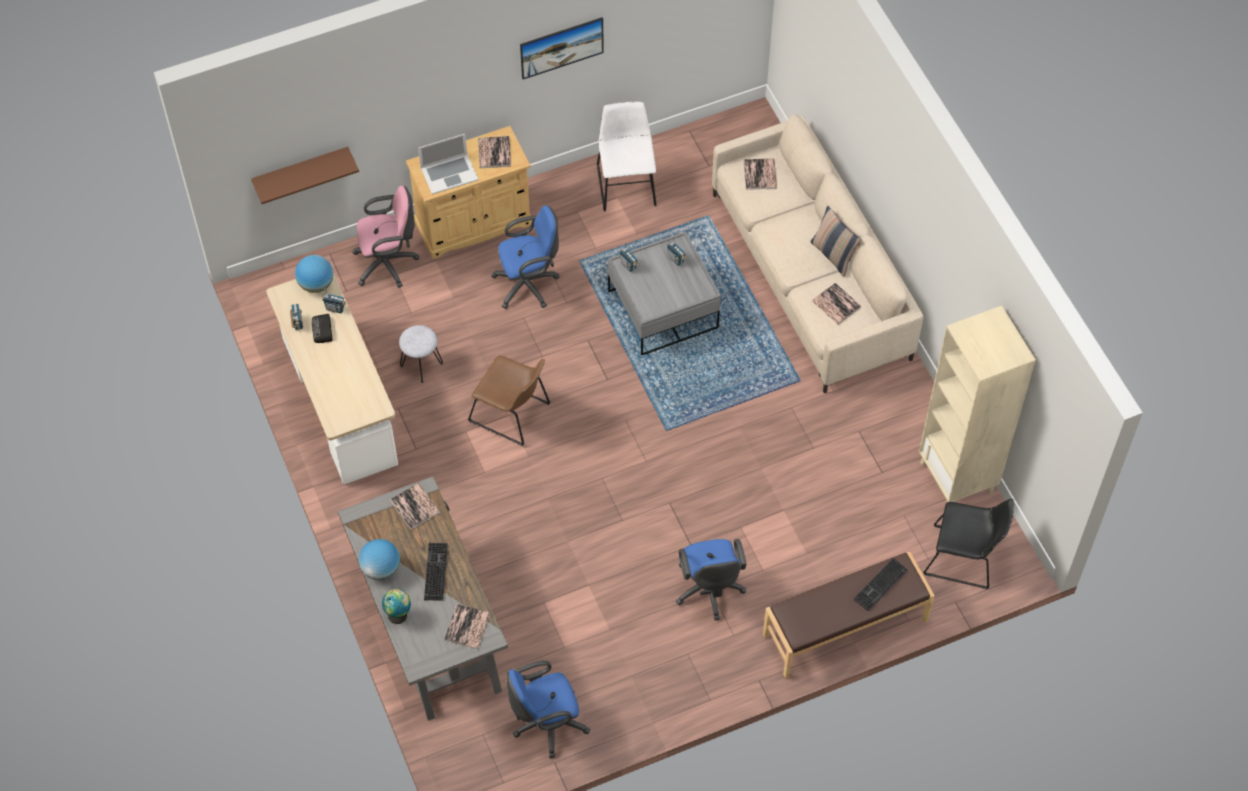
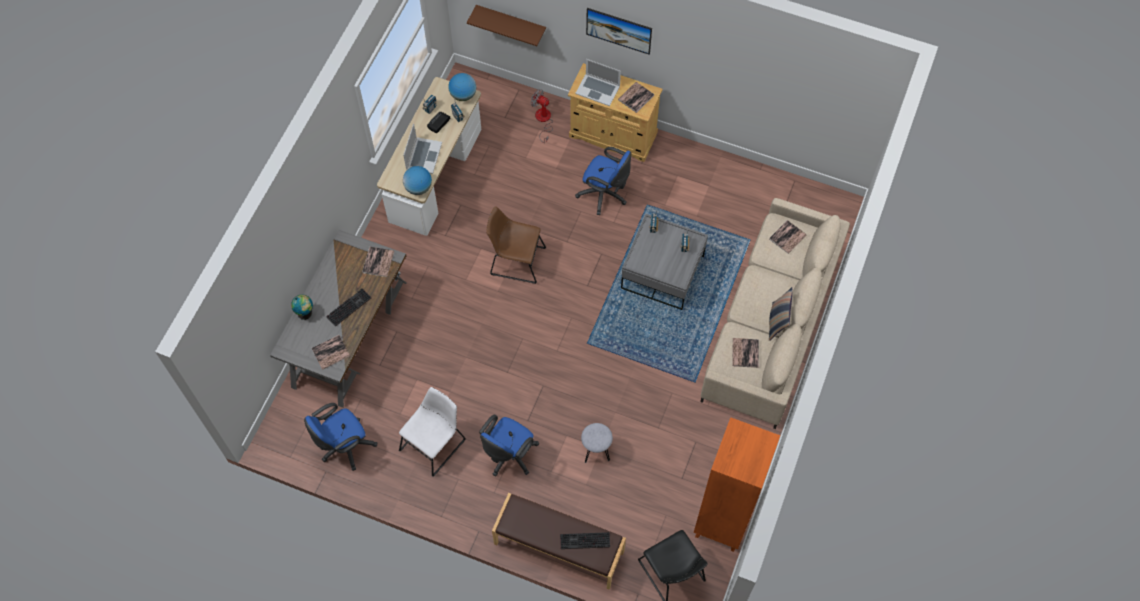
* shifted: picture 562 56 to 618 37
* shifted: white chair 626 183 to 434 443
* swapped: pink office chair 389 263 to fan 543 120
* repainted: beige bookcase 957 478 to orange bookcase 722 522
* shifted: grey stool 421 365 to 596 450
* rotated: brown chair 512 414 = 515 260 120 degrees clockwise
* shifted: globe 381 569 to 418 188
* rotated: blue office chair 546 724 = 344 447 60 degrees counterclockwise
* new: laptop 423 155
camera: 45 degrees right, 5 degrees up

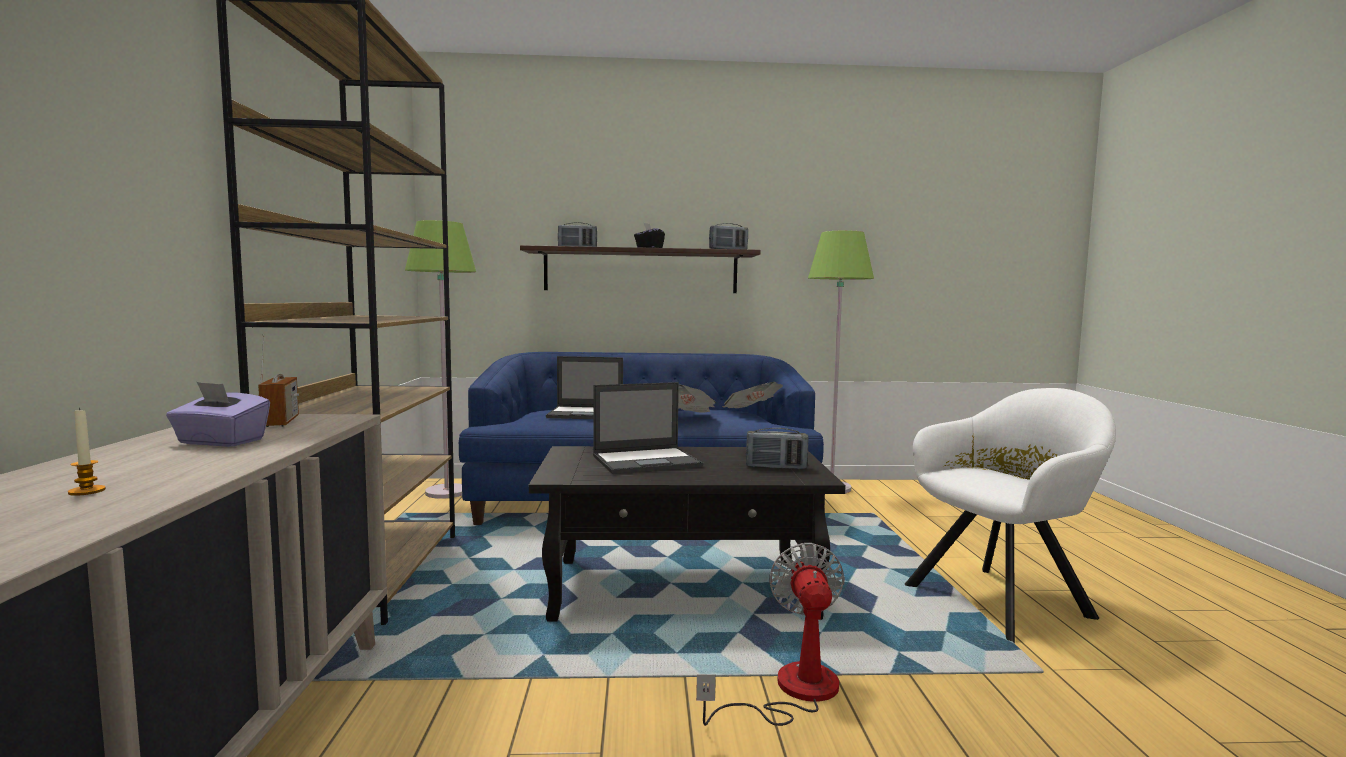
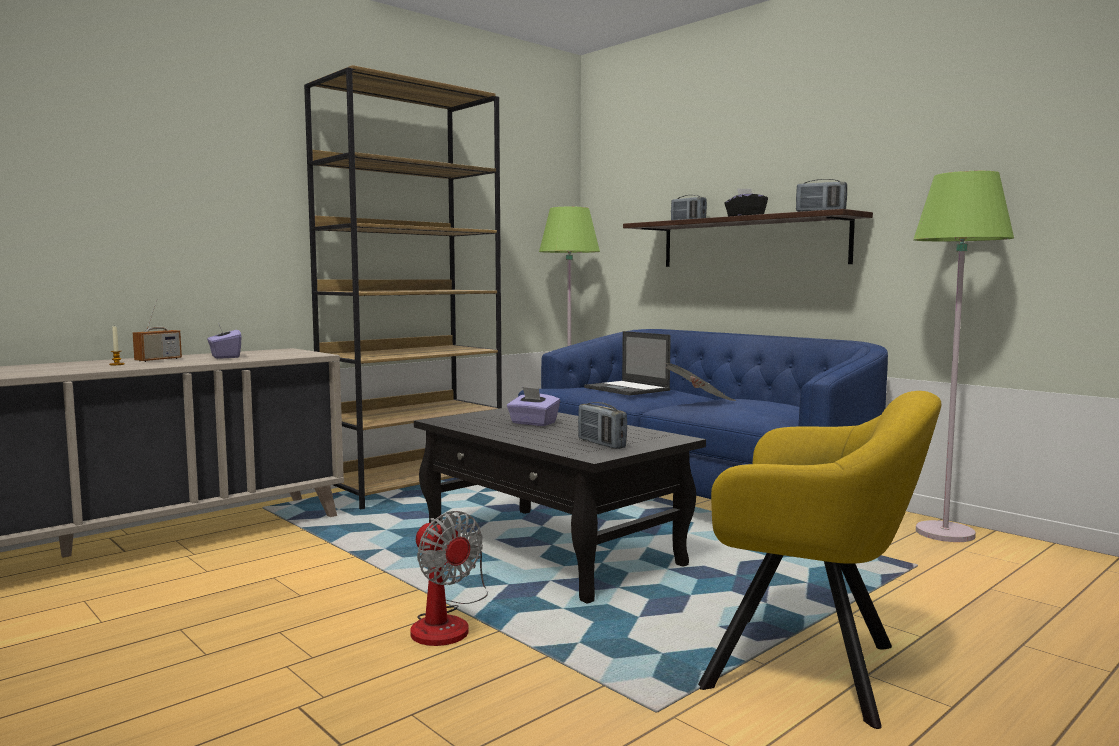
* shifted: radio 280 422 to 158 360
* swapped: laptop 647 461 to purple tissue box 533 423
* gone: newspaper 751 412
* repainted: white armchair 1004 599 to yellow armchair 814 669
* rotated: fan 791 692 = 447 623 90 degrees clockwise
camera: 50 degrees right, 0 degrees up

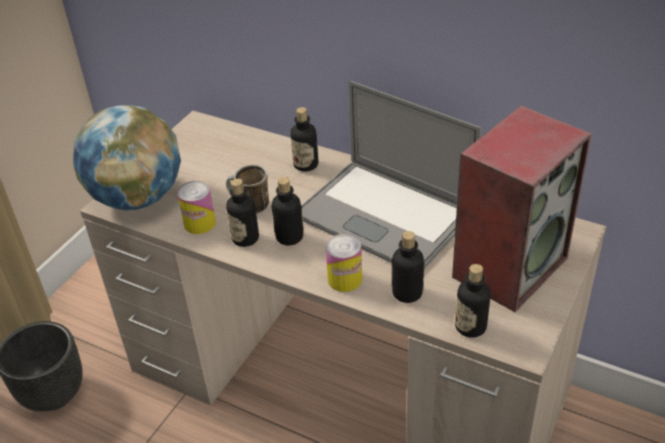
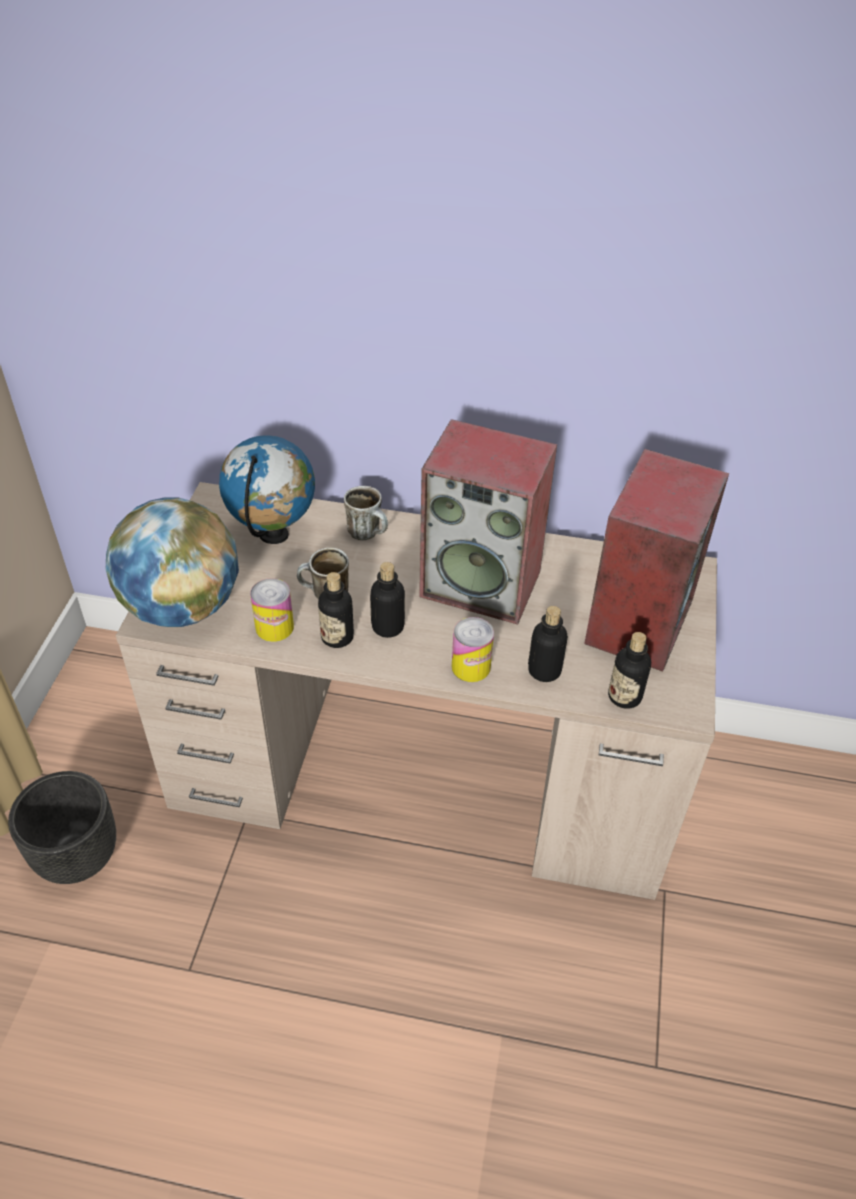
* swapped: laptop 383 215 to speaker 482 583
* swapped: bottle 306 164 to mug 369 534
* new: globe 274 535
camera: 20 degrees left, 5 degrees up

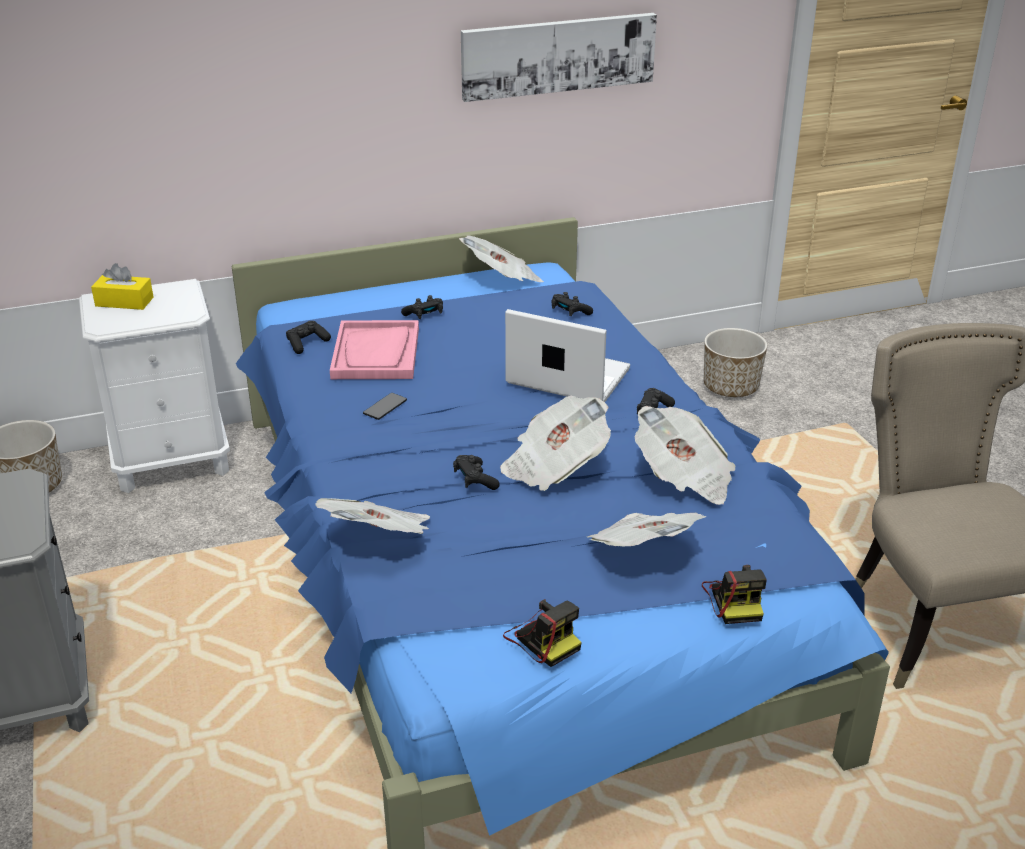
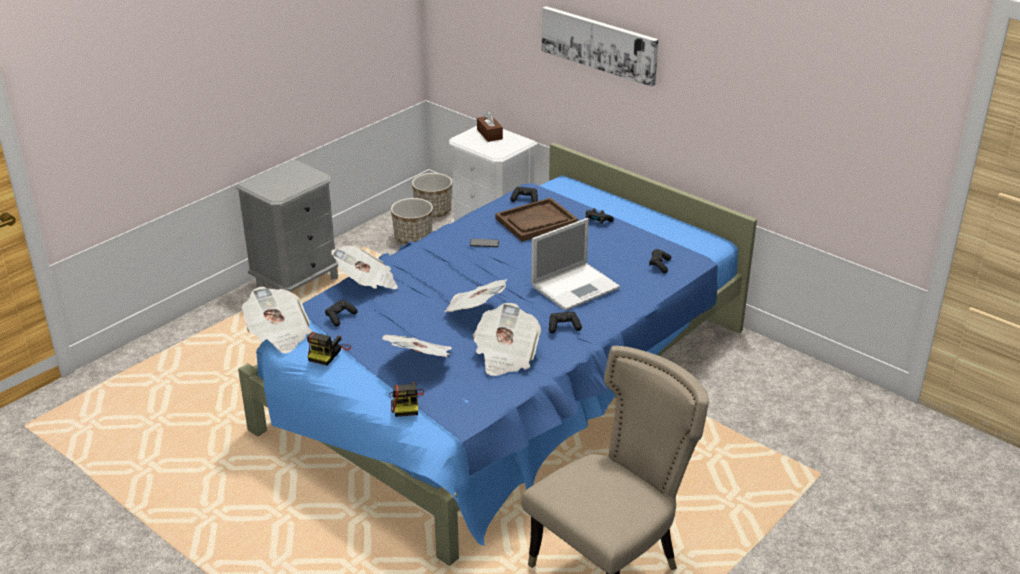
* shifted: picture 558 55 to 599 44
* shifted: newspaper 502 279 to 279 334
* repainted: yellow tissue box 124 302 to brown tissue box 489 134
* rotated: laptop 565 376 = 576 286 60 degrees clockwise
* repainted: pink tray 376 353 to brown tray 536 222
* shifted: planter 730 387 to 413 238
* shifted: black game controller 475 480 to 340 317
* rotated: photo camera 734 600 = 406 403 60 degrees counterclockwise
camera: 60 degrees right, 0 degrees up

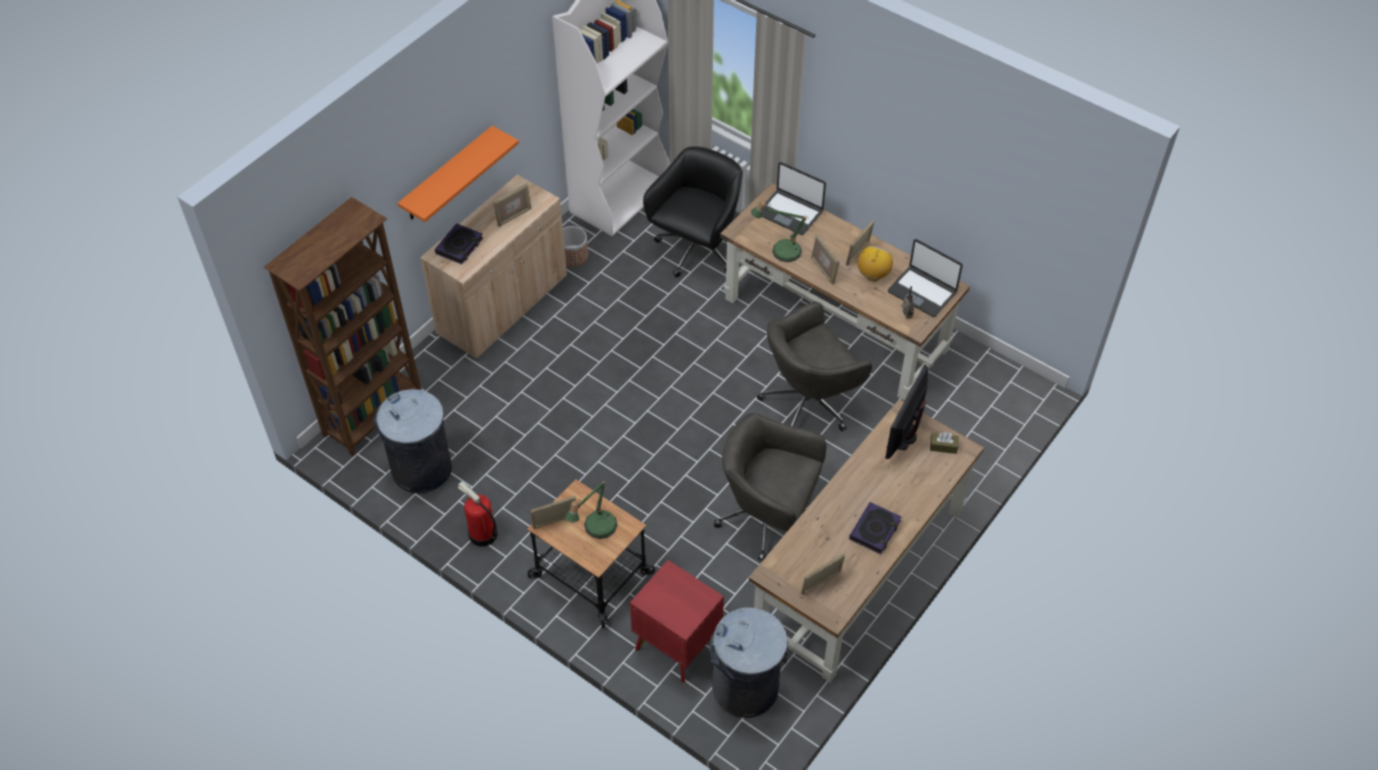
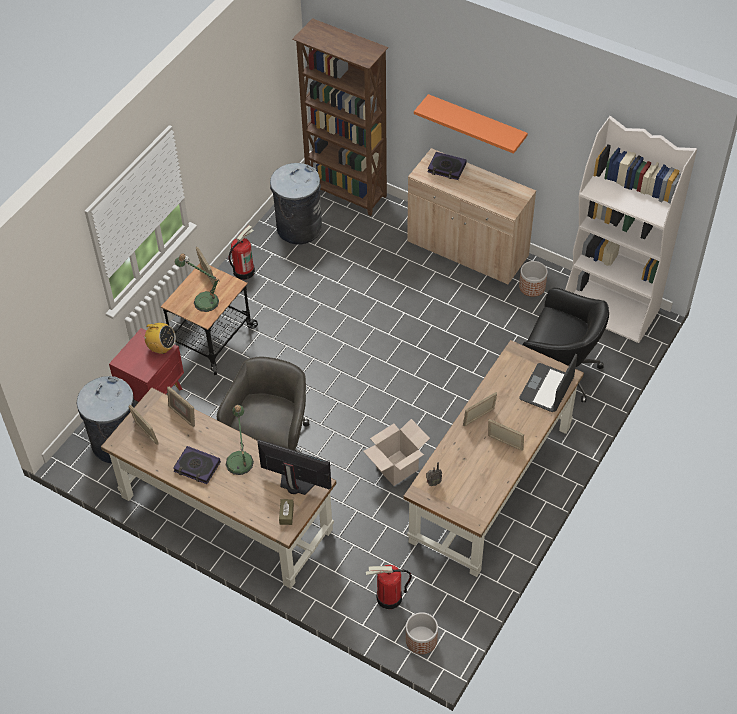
* shifted: picture frame 513 216 to 182 415
* shifted: table lamp 781 250 to 240 458
* gone: laptop 922 292
* shifted: radio 873 275 to 161 348
* swapped: grey office chair 809 402 to cardboard box 396 468
* new: fire extinguisher 389 598
* new: planter 421 640
camera: 85 degrees right, 0 degrees up

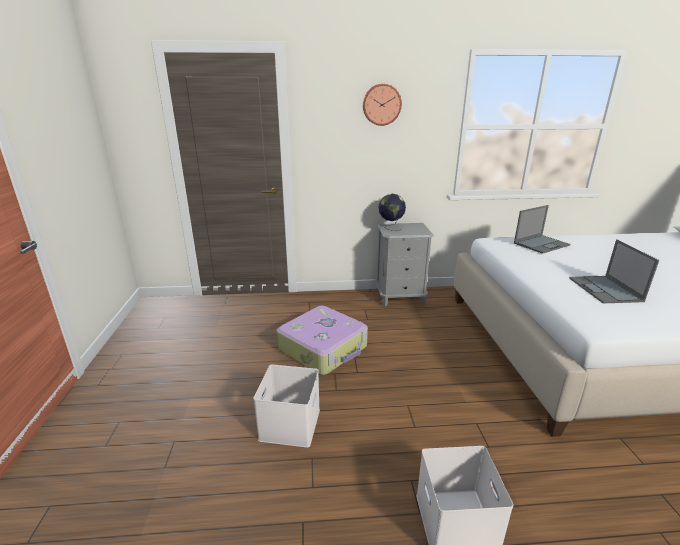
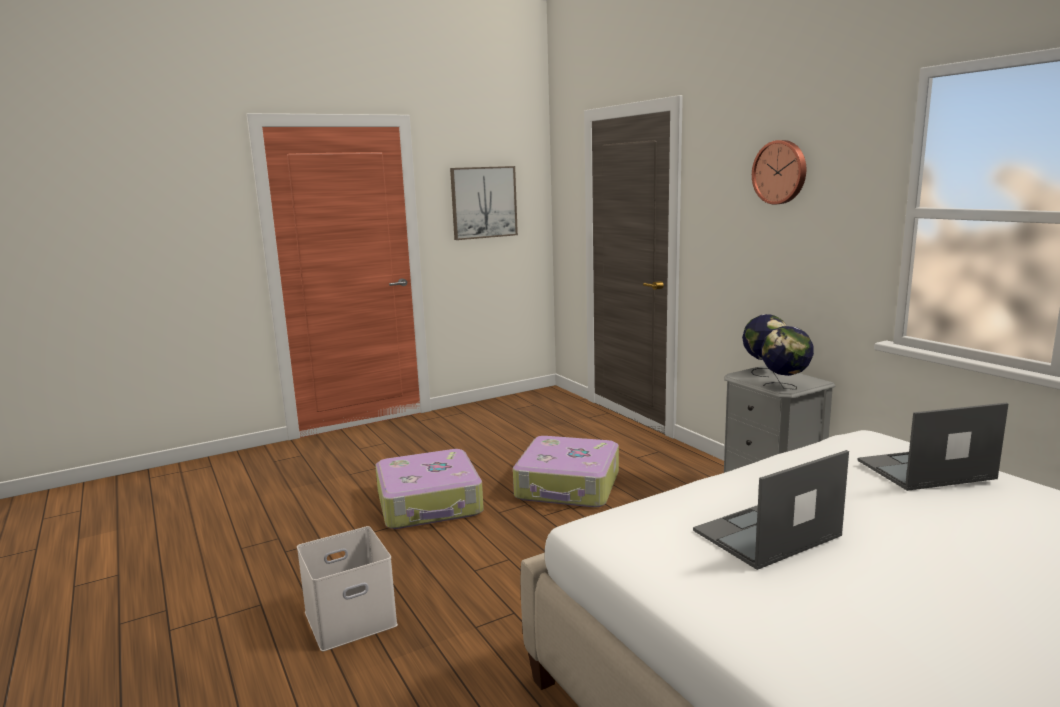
* rotated: laptop 541 244 = 924 470 135 degrees clockwise
* swapped: white storage box 289 423 to suitcase 430 503
* new: picture 483 202
* new: globe 785 387
camera: 65 degrees right, 10 degrees down

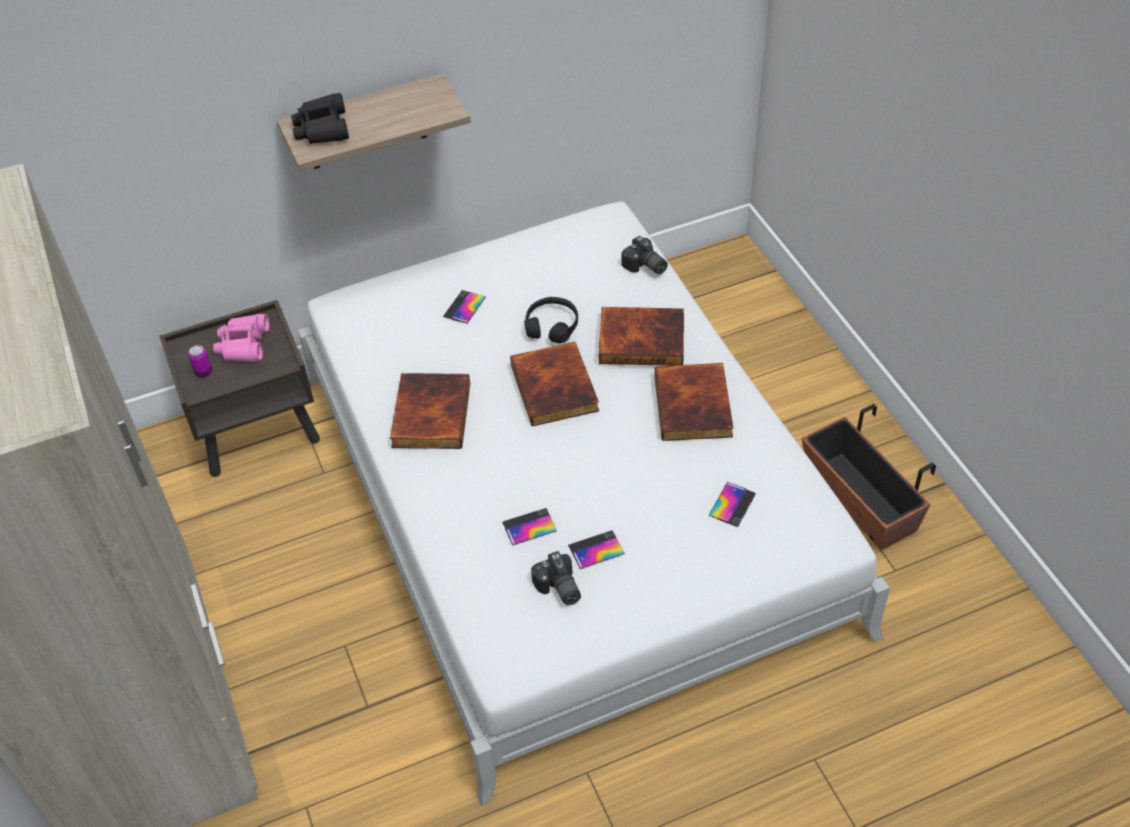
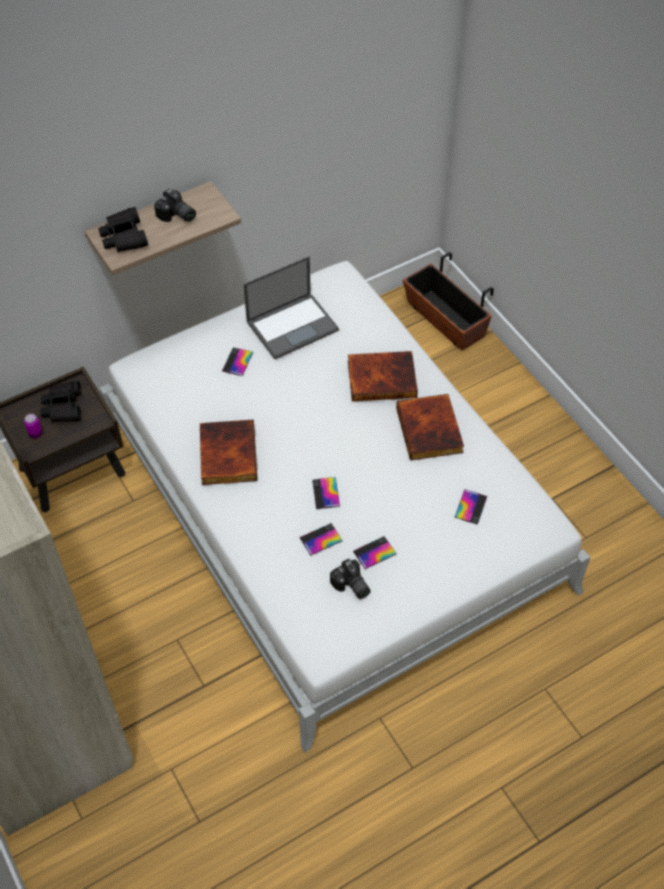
* shifted: photo camera 645 267 to 176 216
* gone: black headphones 552 326
* repainted: pink binoculars 243 345 to black binoculars 63 407
* gone: book 556 388
* shifted: planter 859 501 to 445 320
* new: laptop 293 325
* new: phone 326 493
camera: 10 degrees left, 5 degrees up

